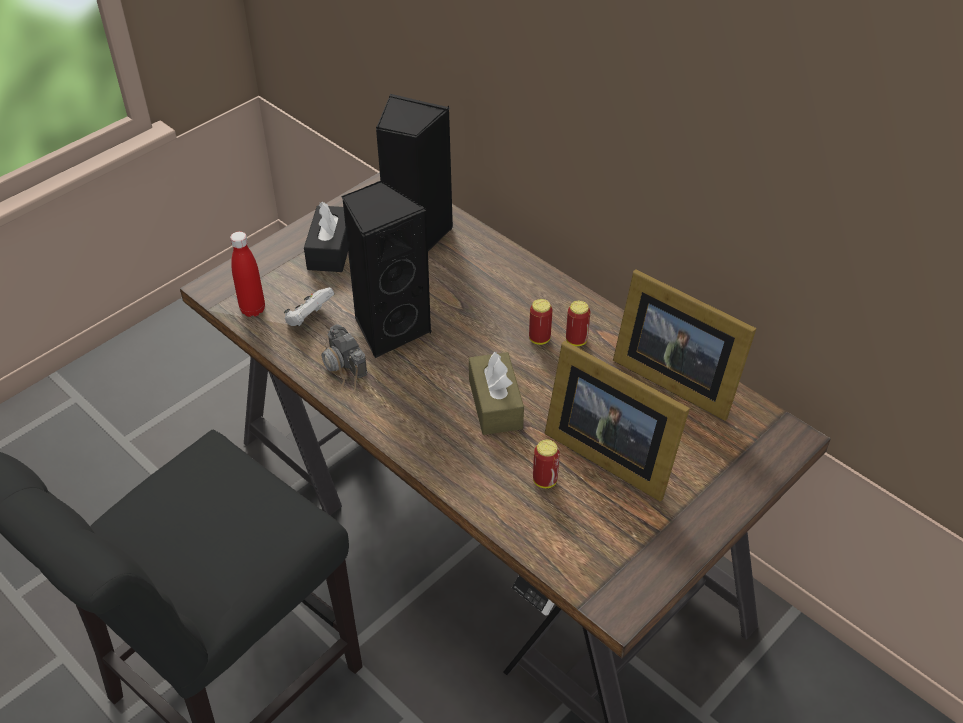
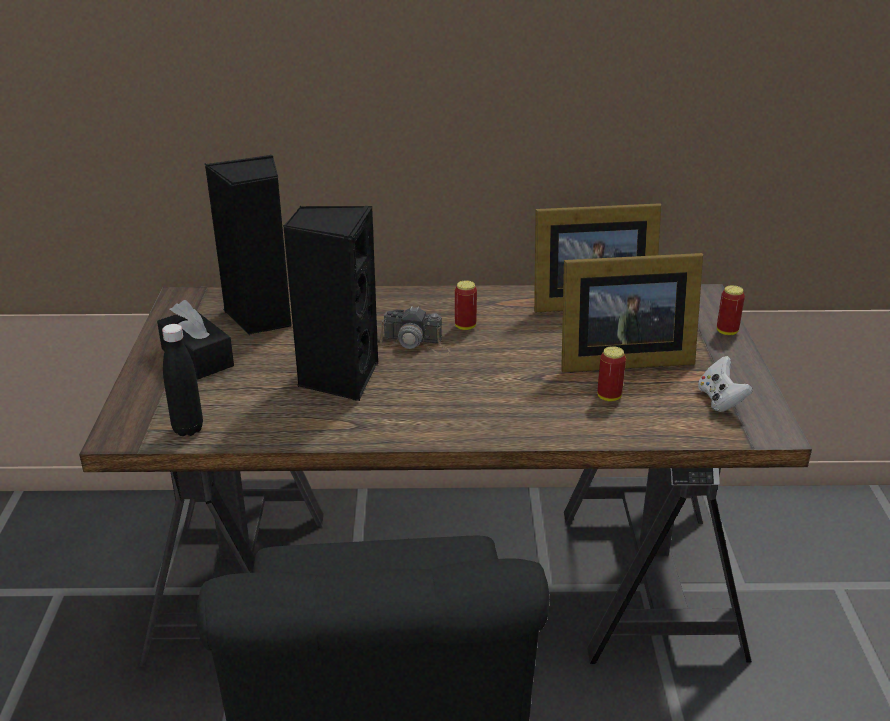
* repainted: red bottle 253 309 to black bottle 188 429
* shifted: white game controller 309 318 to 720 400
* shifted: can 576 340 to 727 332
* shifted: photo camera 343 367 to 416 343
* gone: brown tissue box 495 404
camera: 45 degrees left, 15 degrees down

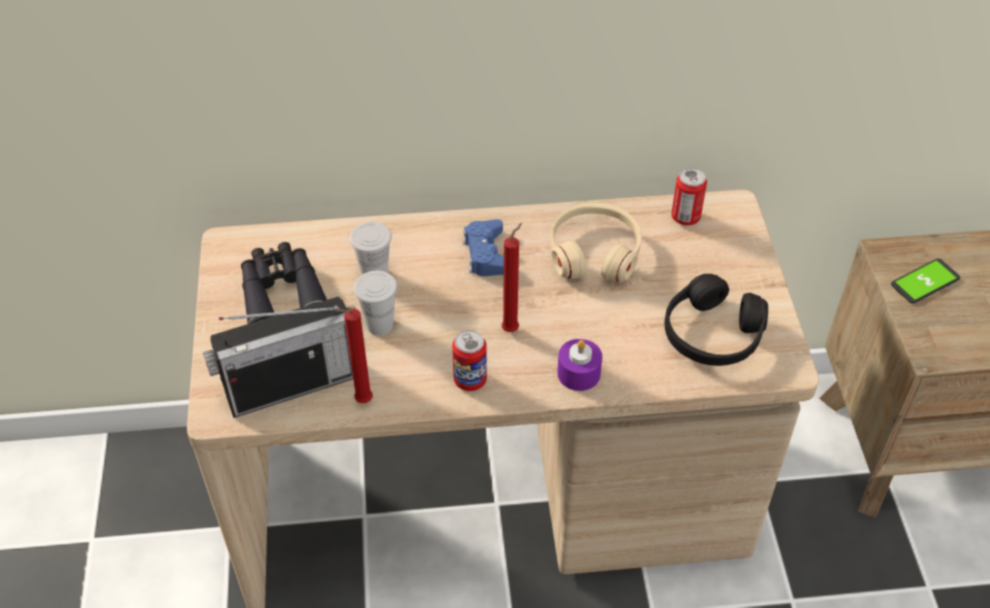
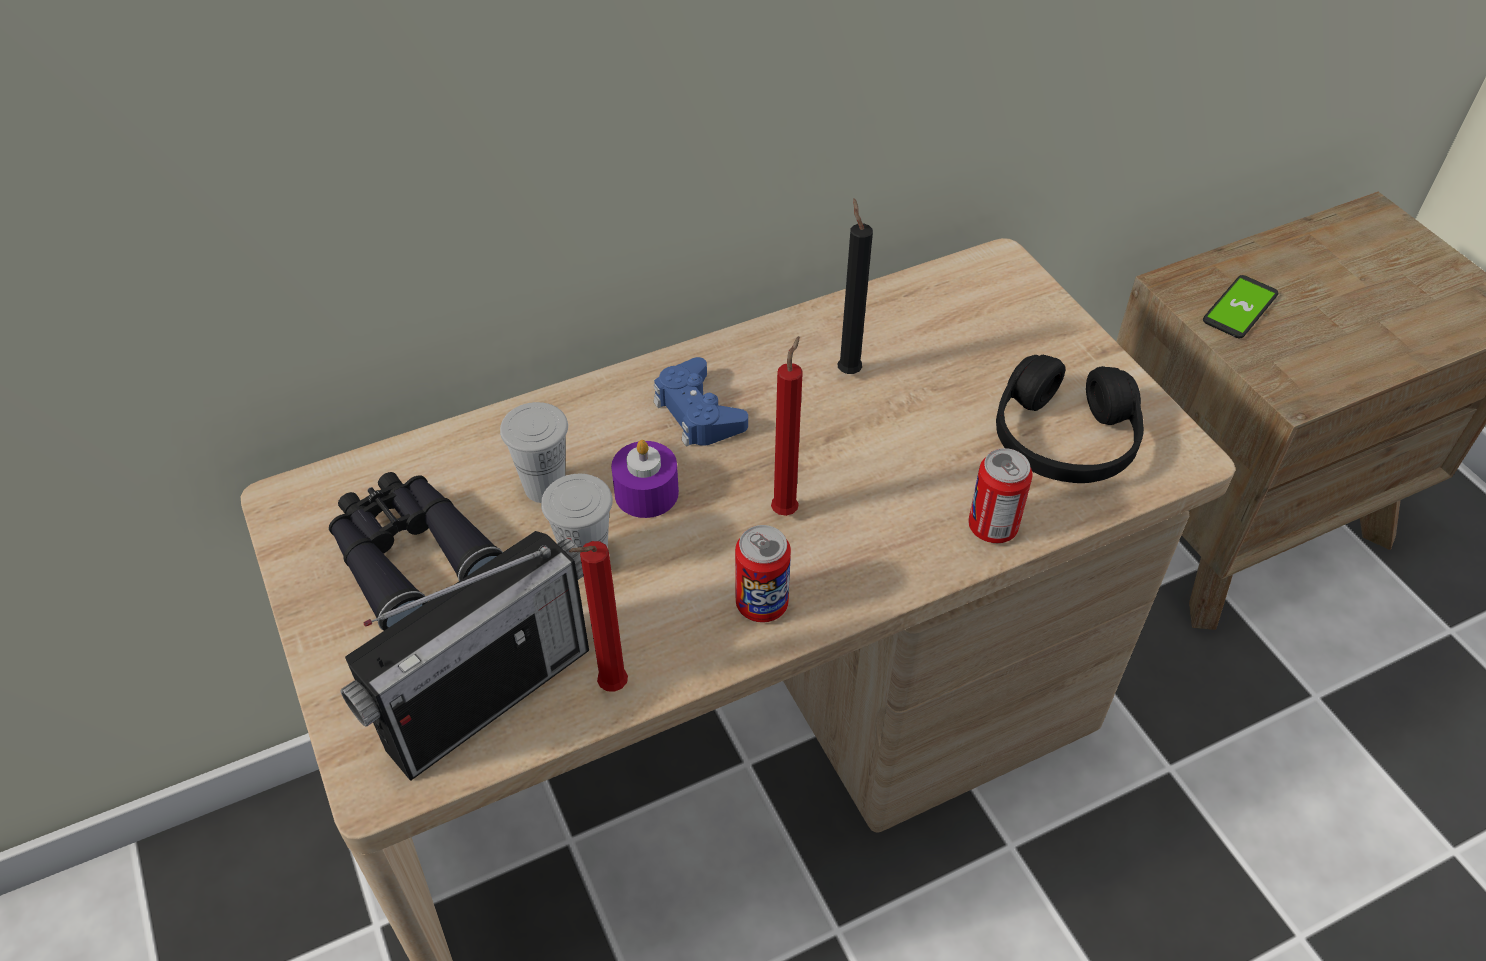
* shifted: can 685 217 to 992 527
* swapped: beige headphones 594 252 to black candle 847 370
* shifted: purple candle 578 373 to 646 493
camera: 20 degrees left, 0 degrees up

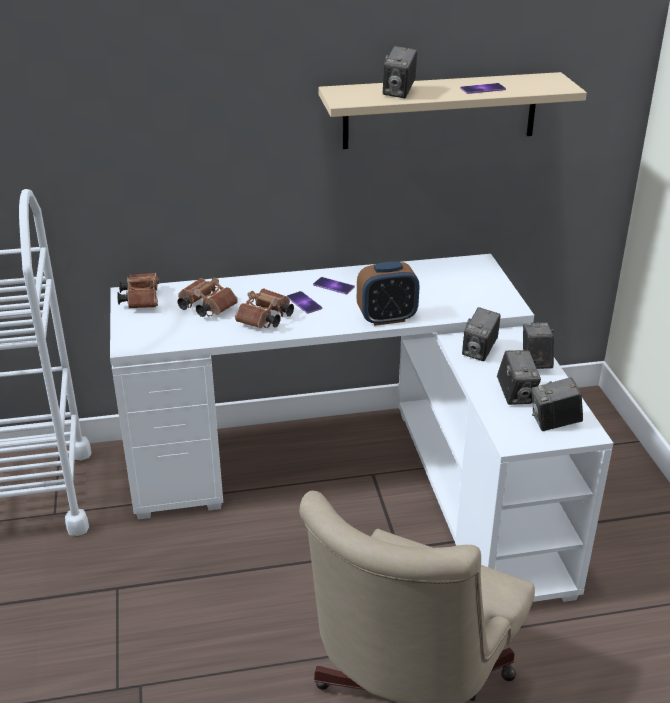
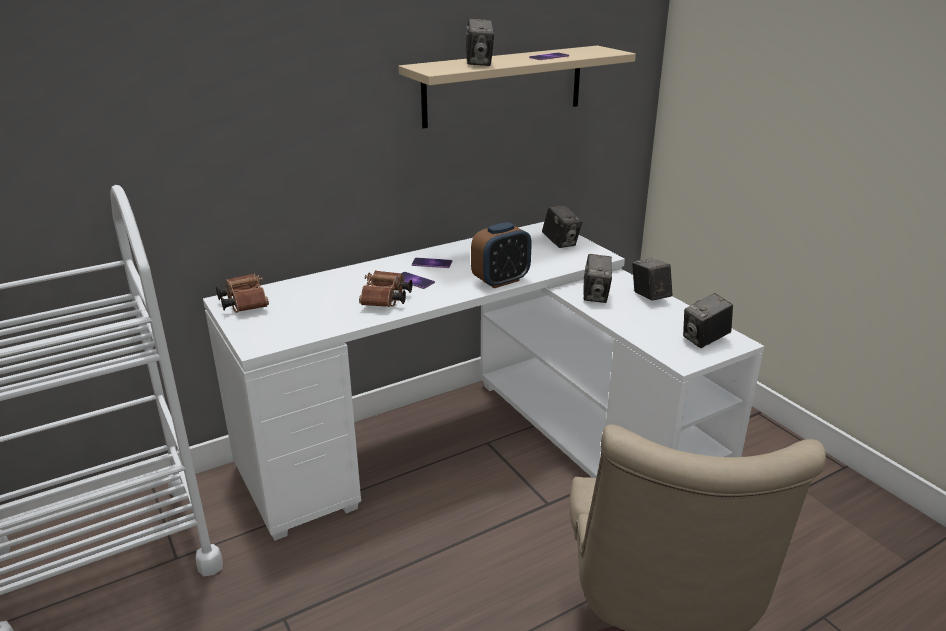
* gone: brown binoculars 205 307
* shifted: photo camera 516 395 to 560 243
camera: 20 degrees left, 5 degrees down

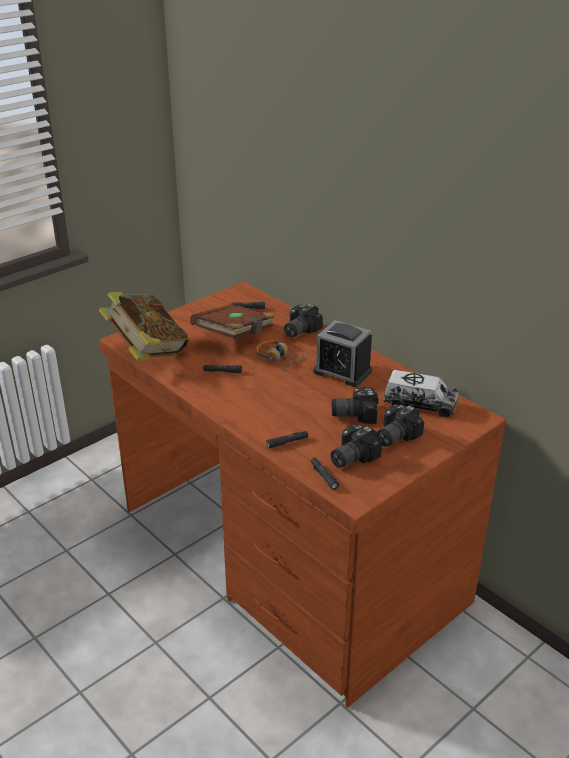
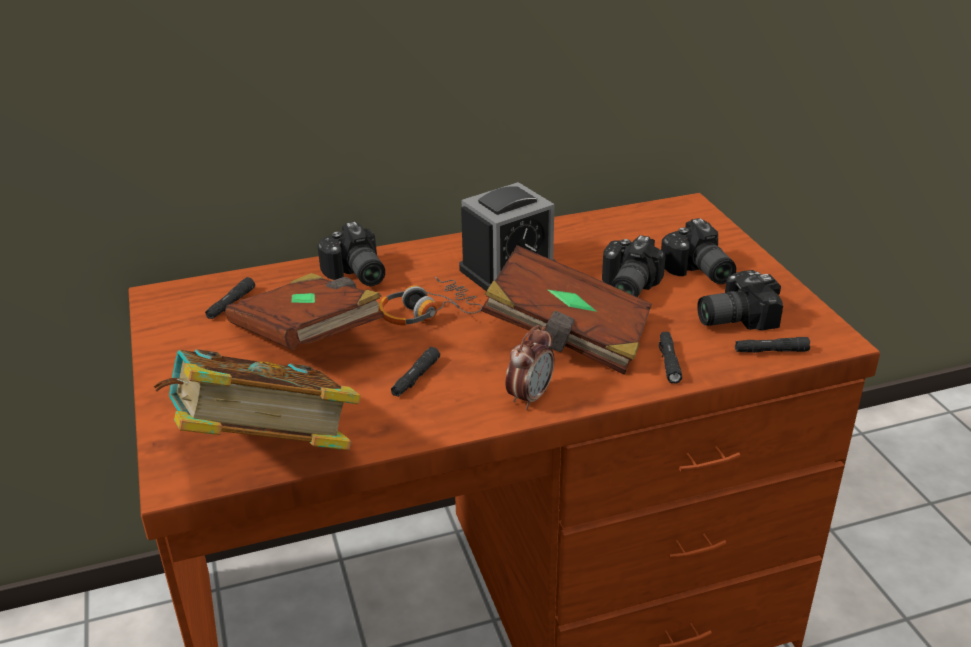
* gone: toy truck 420 404
* rotated: photo camera 350 457 = 732 317 90 degrees clockwise
* new: brown book 567 337
* new: alarm clock 530 397
camera: 65 degrees left, 0 degrees up

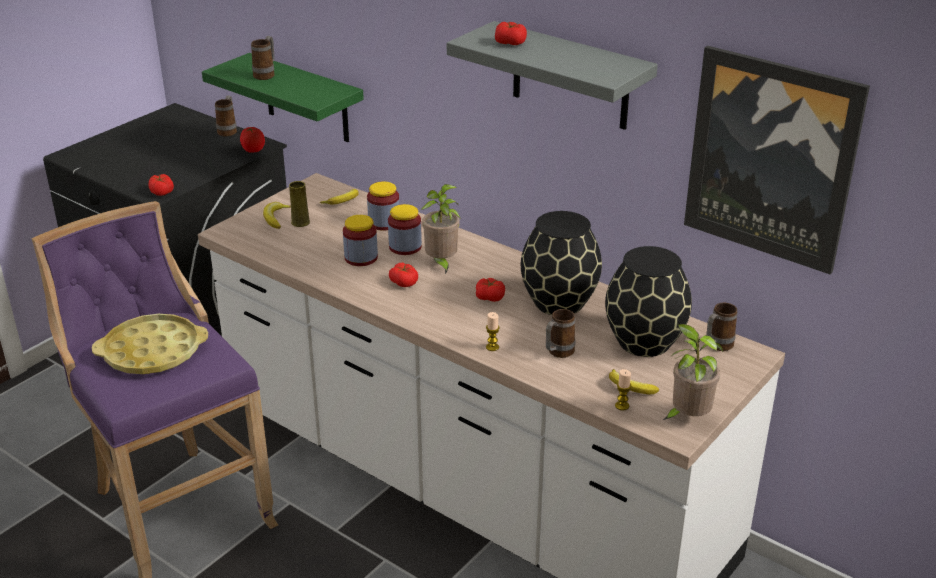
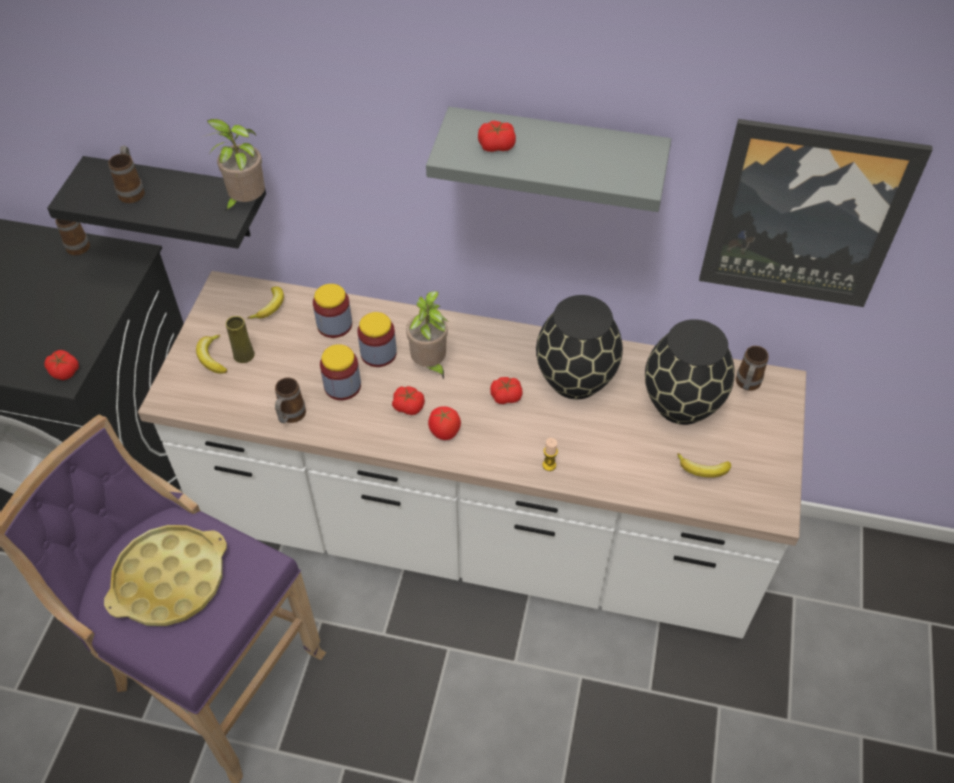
* repainted: green shelf 306 99 to black shelf 181 198
* shifted: tomato 253 150 to 444 432
* shifted: mug 557 353 to 290 417
* shifted: potted plant 687 417 to 246 202
* gone: candle 622 406
camera: 25 degrees left, 20 degrees up

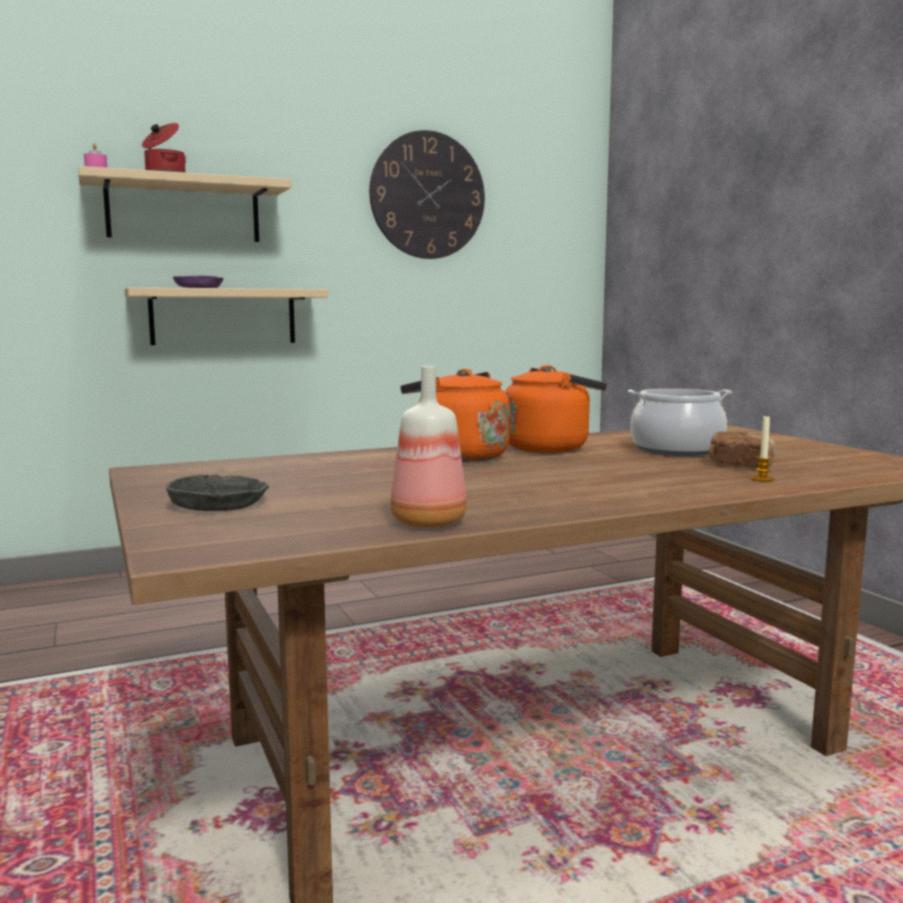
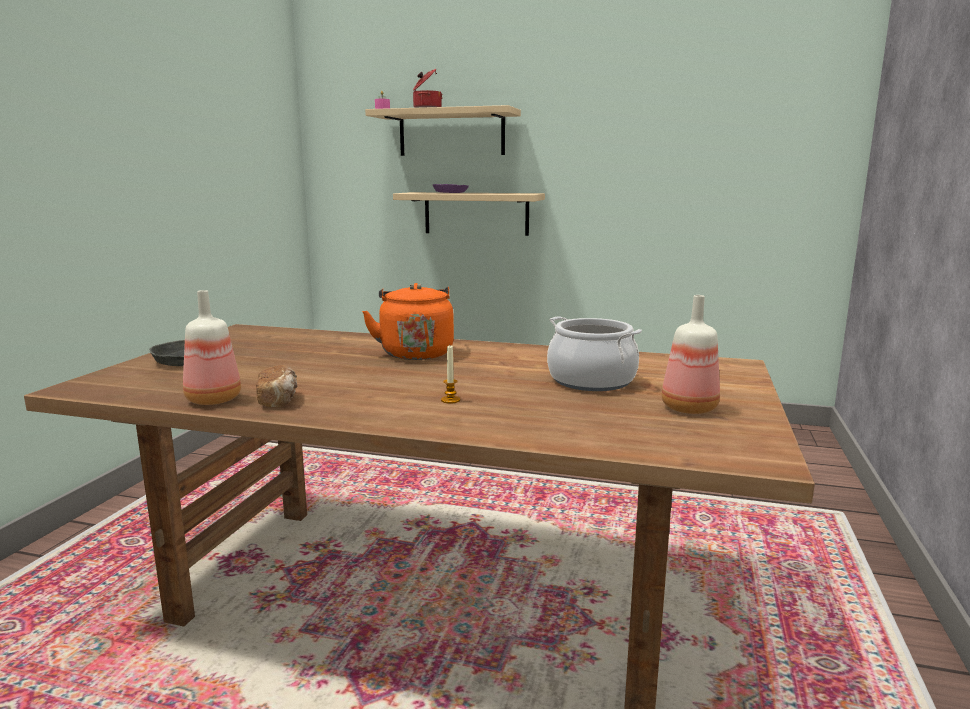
* gone: wall clock 427 195
* gone: orange kettle 550 448
* shifted: candle 762 479 to 450 400
* shifted: bread 741 465 to 279 400
* new: bottle 687 408
camera: 40 degrees right, 5 degrees up

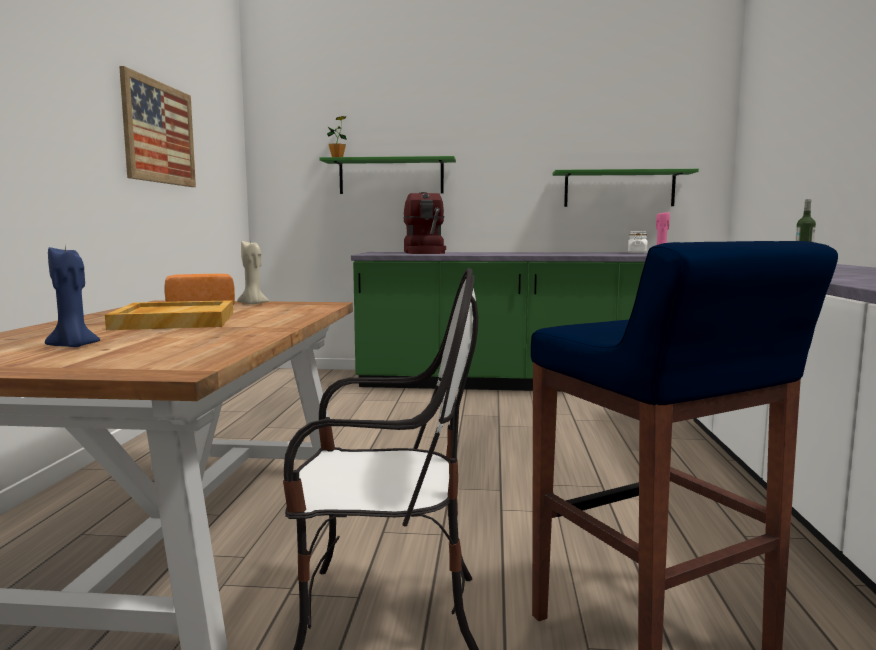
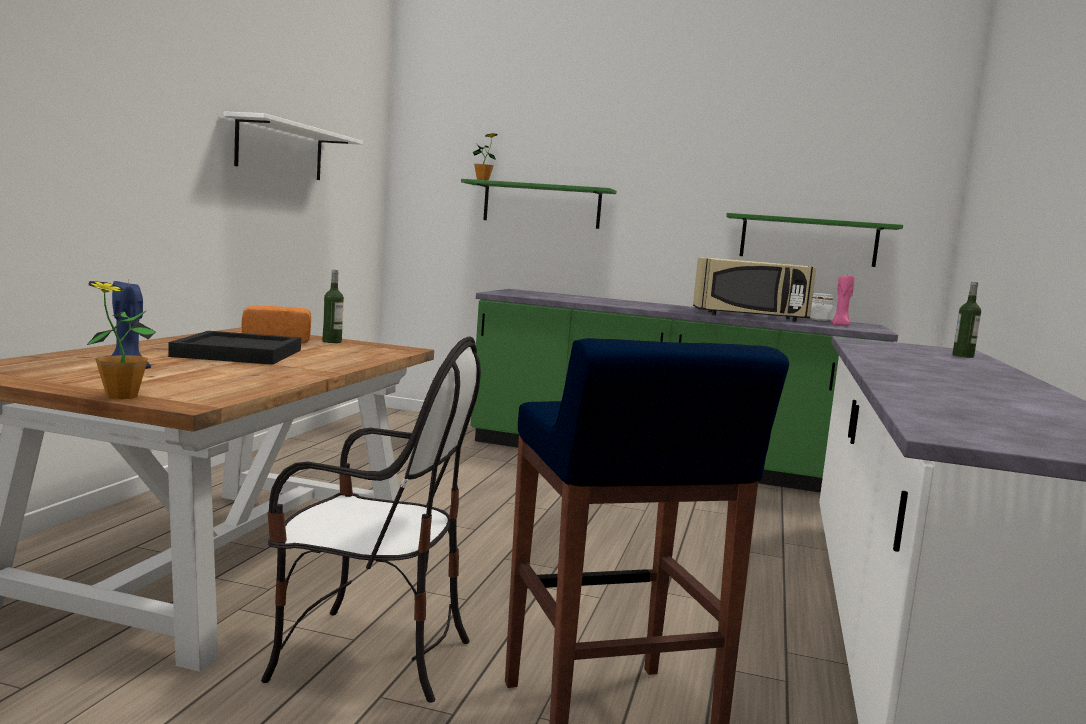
* swapped: picture 159 133 to white shelf 280 150
* gone: coffee machine 425 252
* swapped: beige candle 253 304 to bottle 332 341
* repainted: beige tray 174 320 to black tray 237 353
* new: beige microwave 750 316
* new: potted plant 122 396
camera: 10 degrees right, 0 degrees up

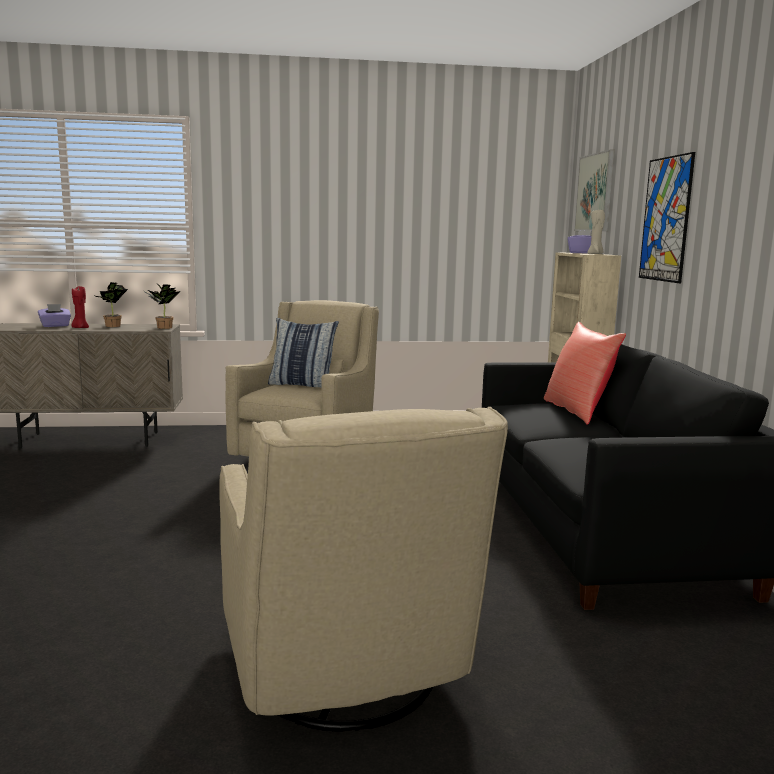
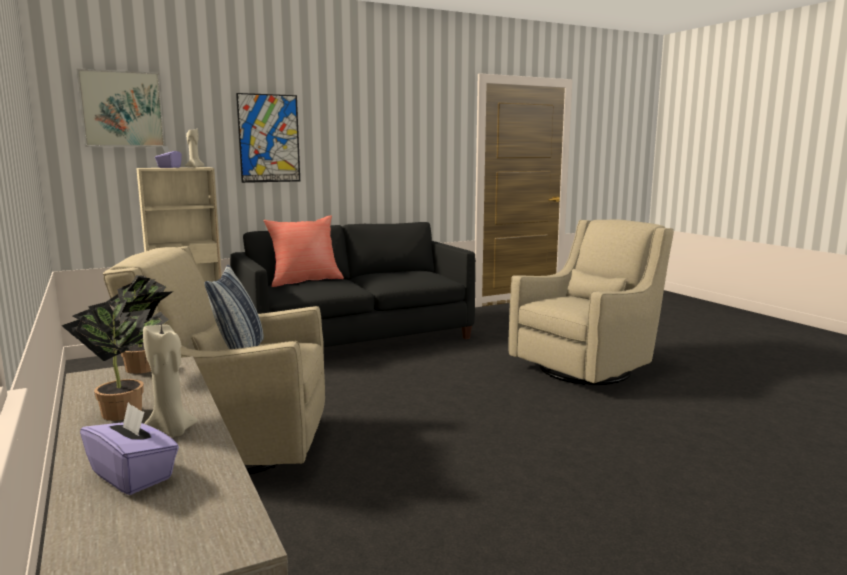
* repainted: red candle 80 328 to beige candle 171 432
camera: 110 degrees left, 0 degrees up

